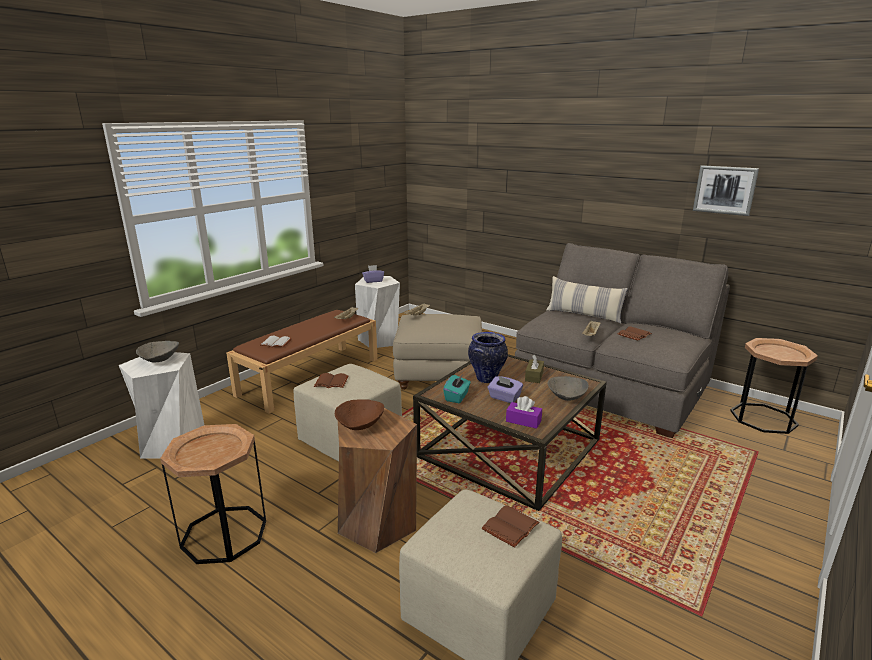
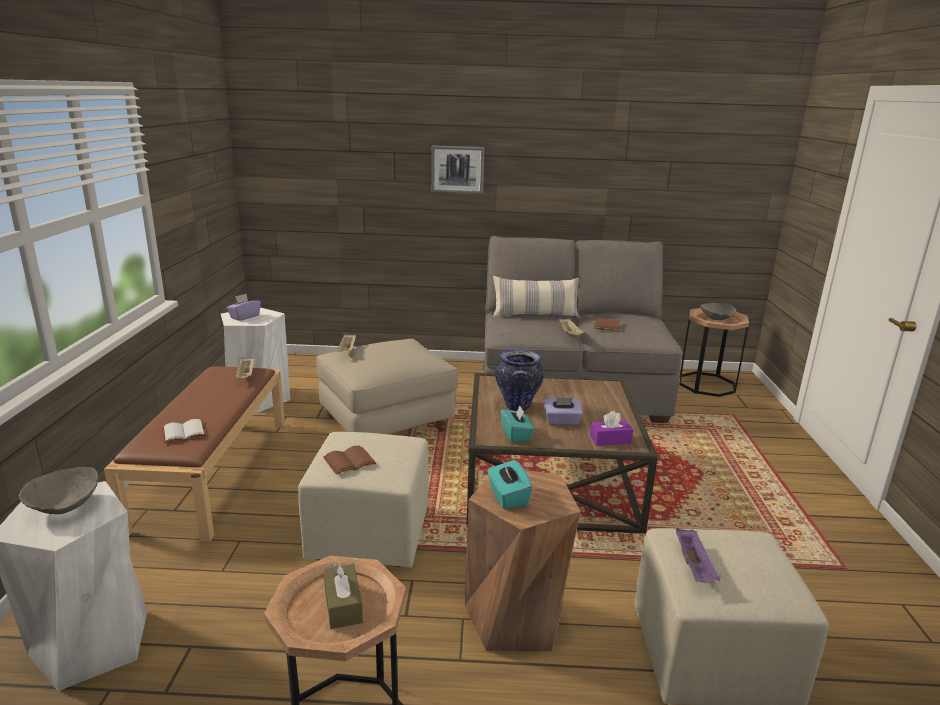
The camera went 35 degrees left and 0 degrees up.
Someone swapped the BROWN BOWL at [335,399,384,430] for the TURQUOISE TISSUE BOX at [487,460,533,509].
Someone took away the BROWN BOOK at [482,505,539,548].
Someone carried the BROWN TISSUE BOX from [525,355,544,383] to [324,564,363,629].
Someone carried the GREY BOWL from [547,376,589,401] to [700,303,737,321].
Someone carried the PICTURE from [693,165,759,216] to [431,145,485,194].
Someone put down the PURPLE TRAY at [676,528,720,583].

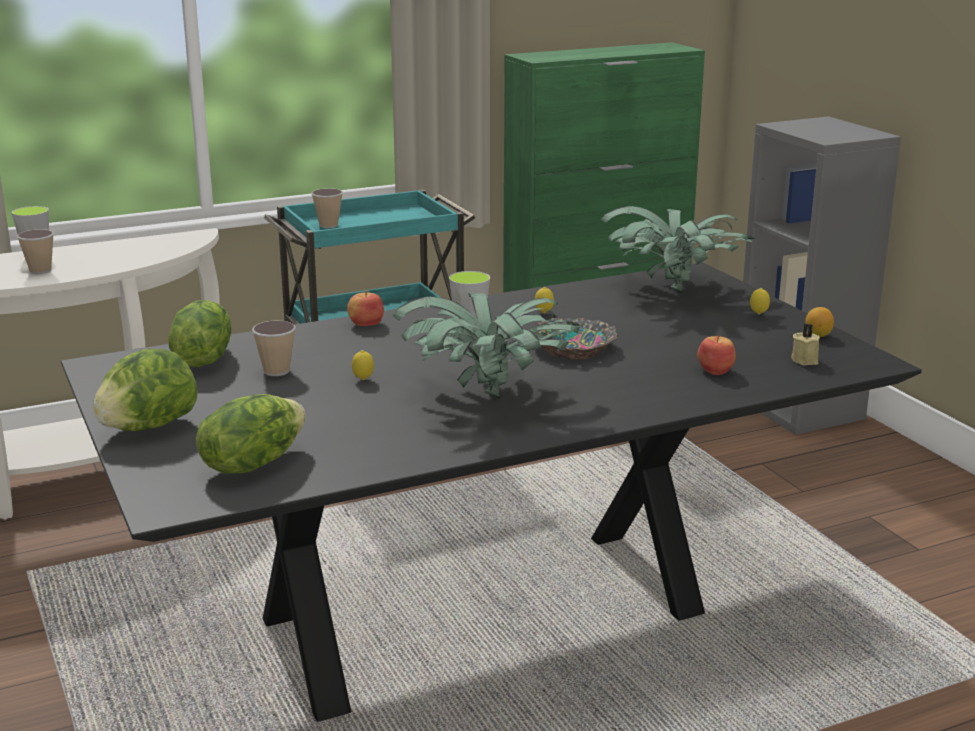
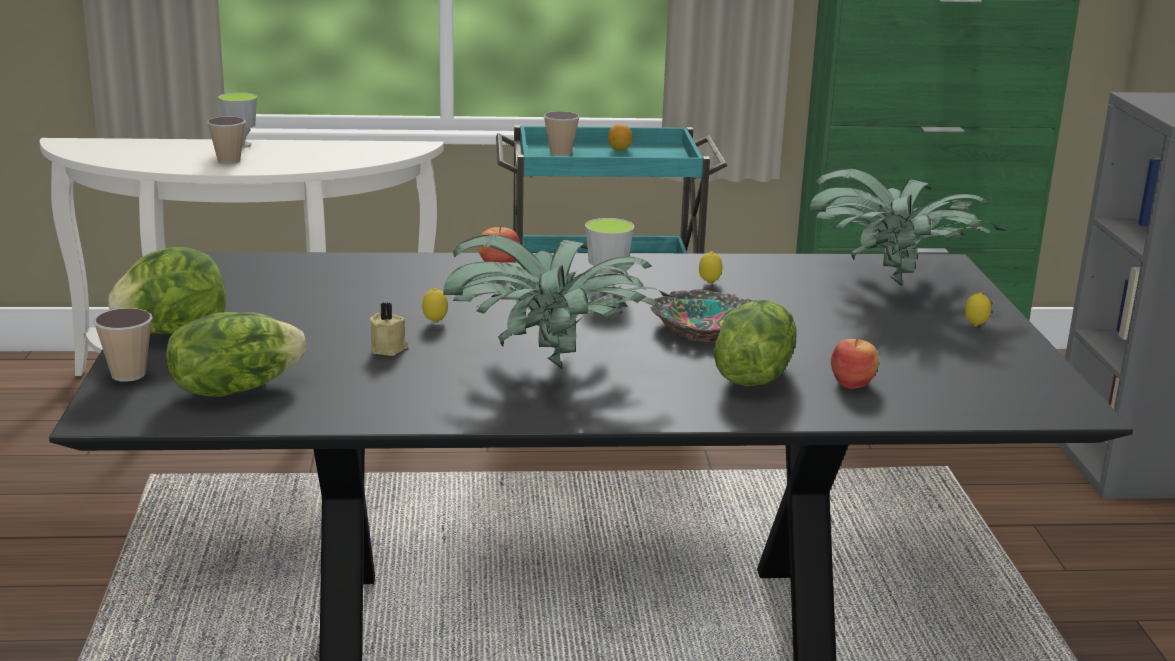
The camera went 20 degrees right and 0 degrees up.
Someone carried the LETTUCE from [168,300,231,367] to [714,299,797,386].
Someone carried the CUP from [252,321,296,376] to [93,308,152,382].
Someone carried the BEIGE CANDLE from [791,324,820,365] to [369,302,408,356].
Someone carried the LEMON from [806,307,834,337] to [608,124,632,151].

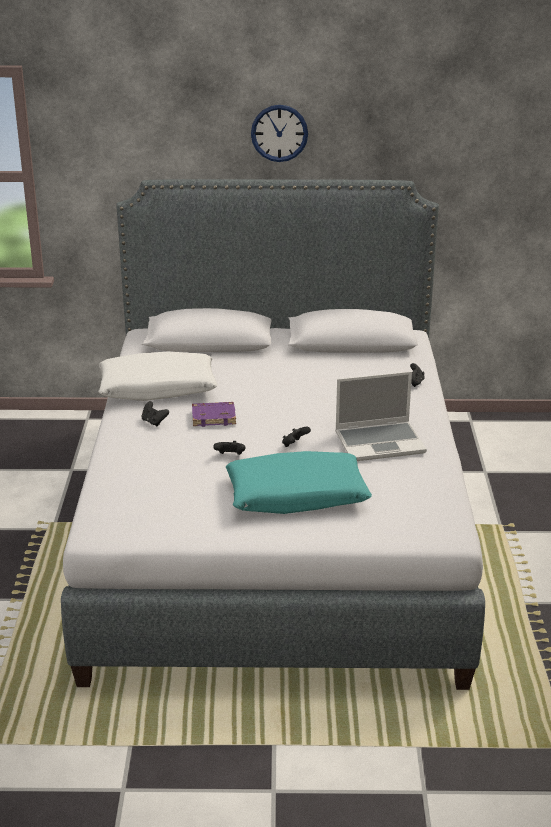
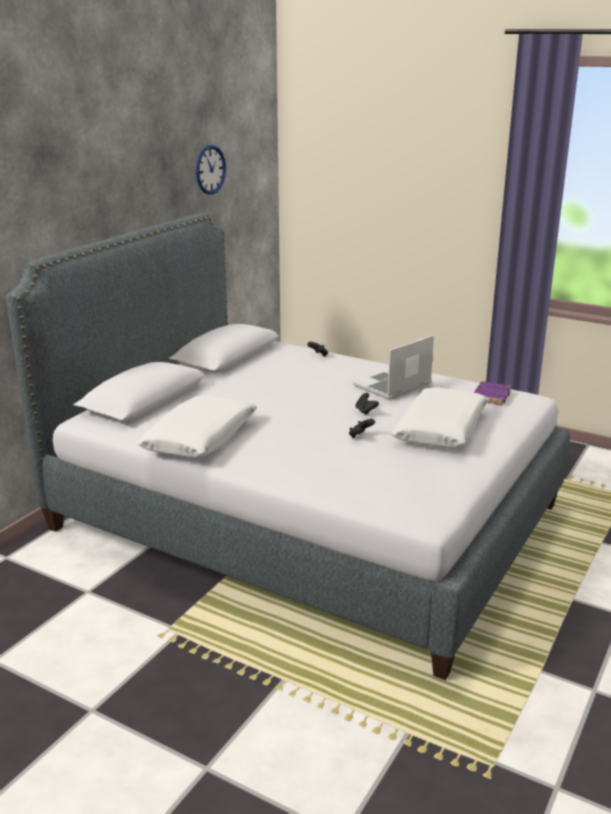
The camera went 60 degrees left and 5 degrees down.
Someone took away the BLACK GAME CONTROLLER at [142,401,169,427].
Someone carried the PURPLE BOOK from [192,402,236,427] to [474,382,511,405].
Someone repainted the TURQUOISE PILLOW at [226,451,372,514], which became the WHITE PILLOW at [391,388,489,448].
Someone carried the WALL CLOCK from [251,105,308,162] to [196,145,226,195].
Someone rotated the LAPTOP at [335,372,427,461] by 150 degrees counterclockwise.

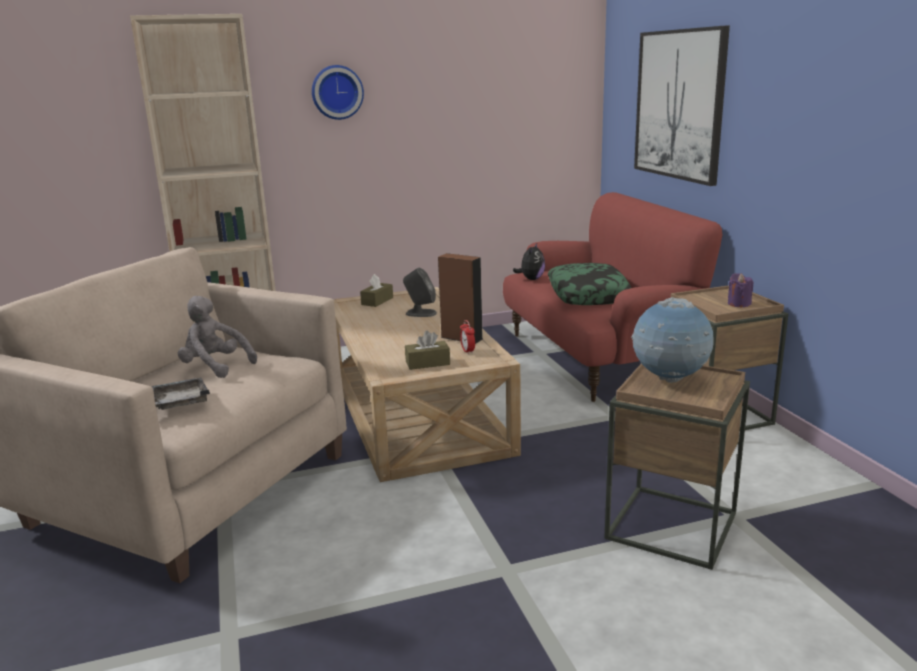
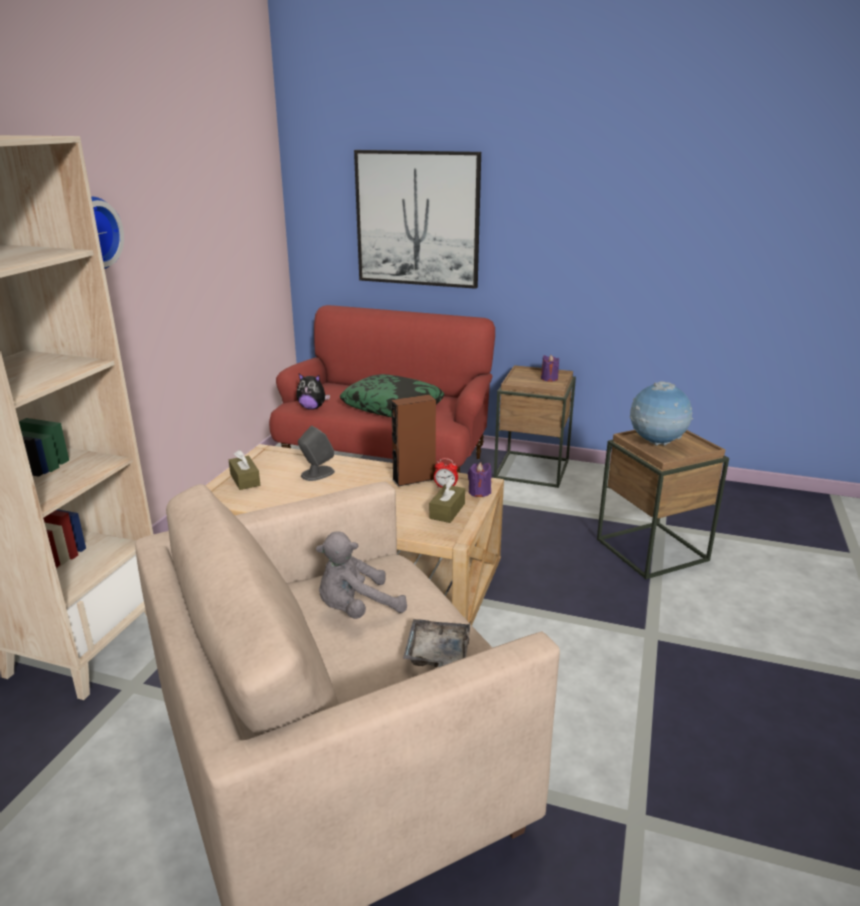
The camera went 55 degrees left and 5 degrees up.
Someone rotated the PLUSH TOY at [513,243,545,280] by 135 degrees clockwise.
Someone put down the PURPLE CANDLE at [468,462,492,497].

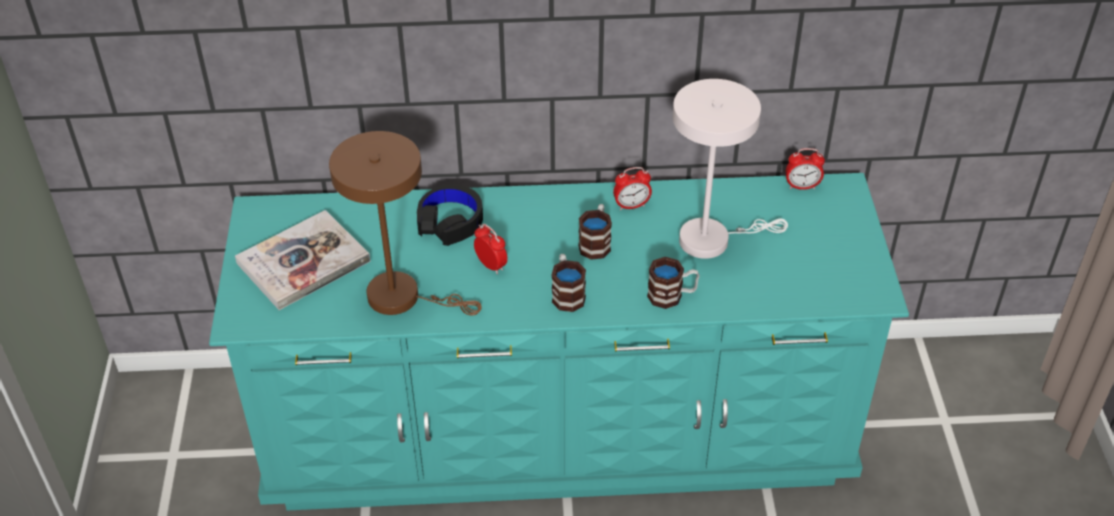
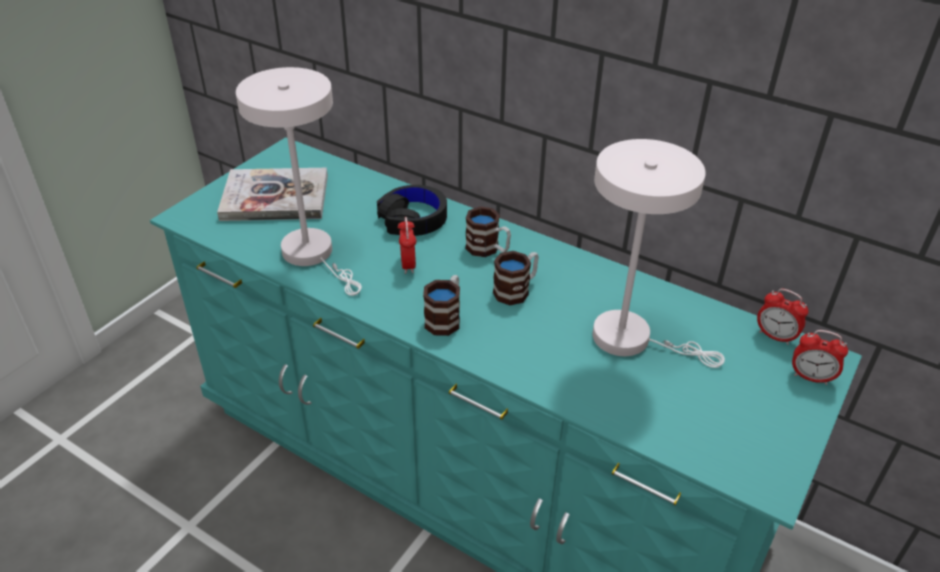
The camera went 35 degrees right and 5 degrees down.
Someone repainted the BROWN TABLE LAMP at [329,131,482,315], which became the WHITE TABLE LAMP at [236,67,362,296].
Someone carried the ALARM CLOCK from [613,167,652,210] to [792,330,848,385].
Someone carried the MUG from [647,257,700,309] to [465,206,511,257].

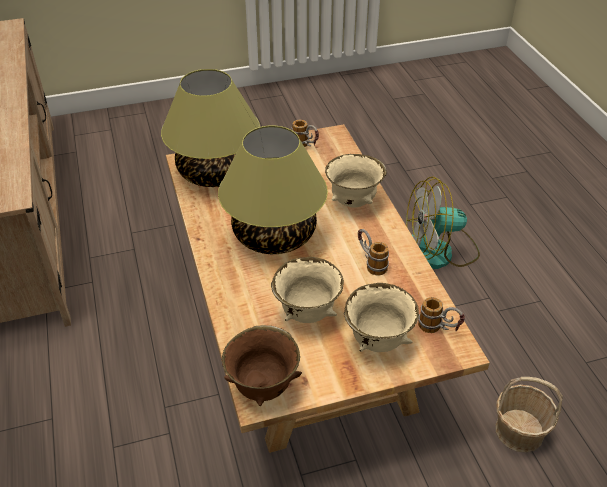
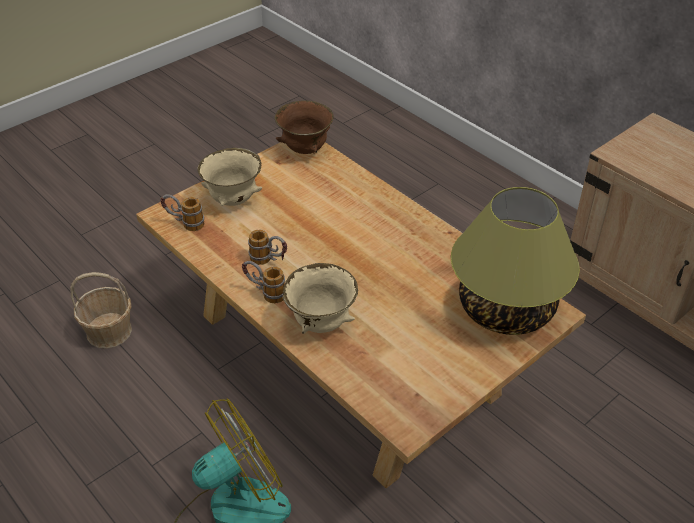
The camera went 155 degrees right and 0 degrees up.
Someone took away the TABLE LAMP at [218,125,328,254].
Someone took away the BEIGE BOWL at [271,257,344,323].
Someone carried the MUG from [292,120,319,147] to [242,261,285,303].

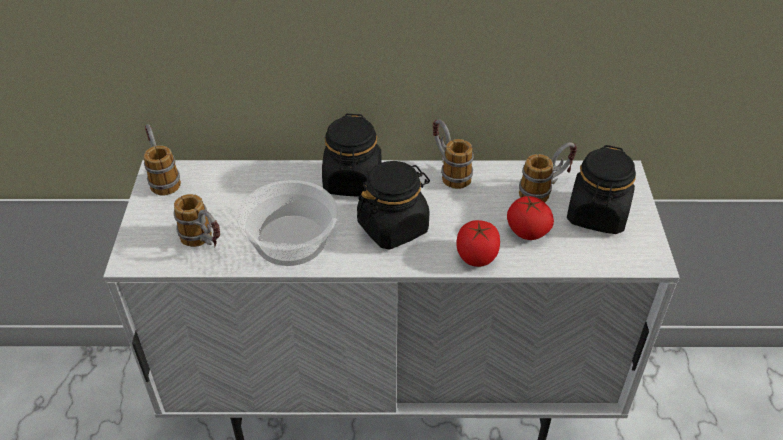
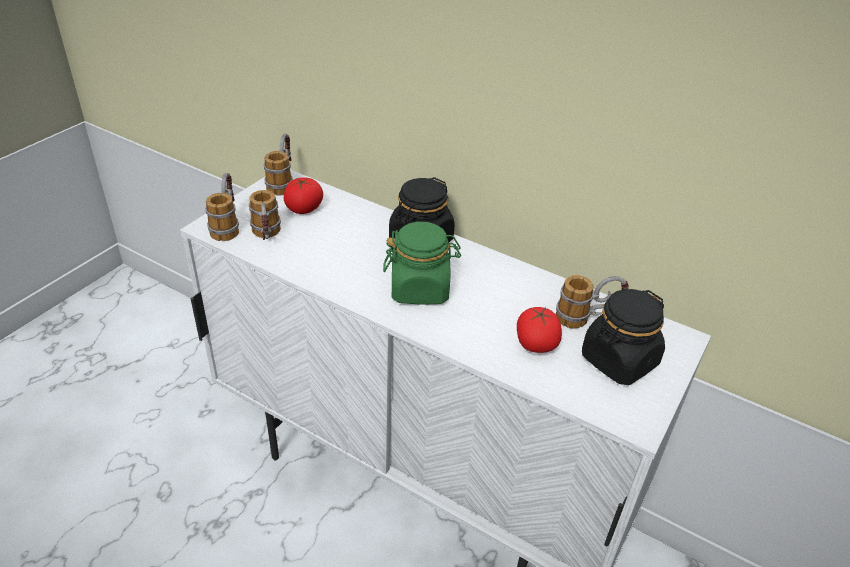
The camera went 30 degrees right and 5 degrees down.
Someone took away the BOWL at [237,180,338,266].
Someone repainted the BLACK JAR at [357,161,430,250], which became the GREEN JAR at [383,222,461,305].
Someone carried the MUG from [433,120,474,189] to [205,173,239,241].
Someone carried the TOMATO from [456,220,500,267] to [284,177,323,214].

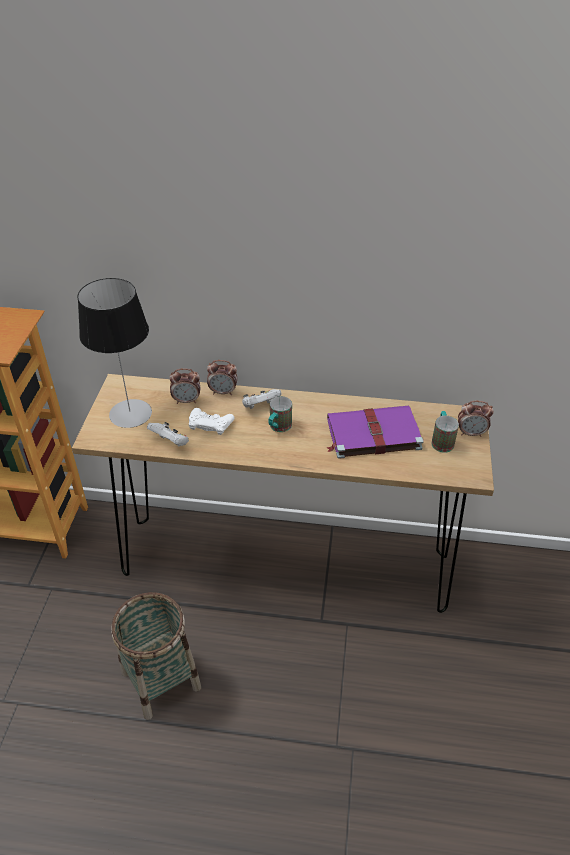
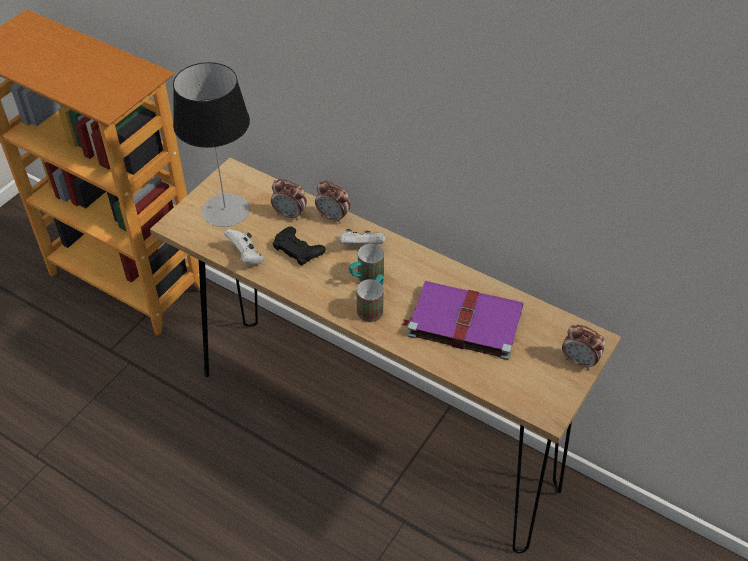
The camera went 25 degrees right and 5 degrees up.
Someone took away the BASKET at [111,592,201,720].
Someone repainted the WHITE GAME CONTROLLER at [189,408,235,435], which became the BLACK GAME CONTROLLER at [273,226,326,266].
Someone carried the MUG from [431,411,459,453] to [356,274,384,322].

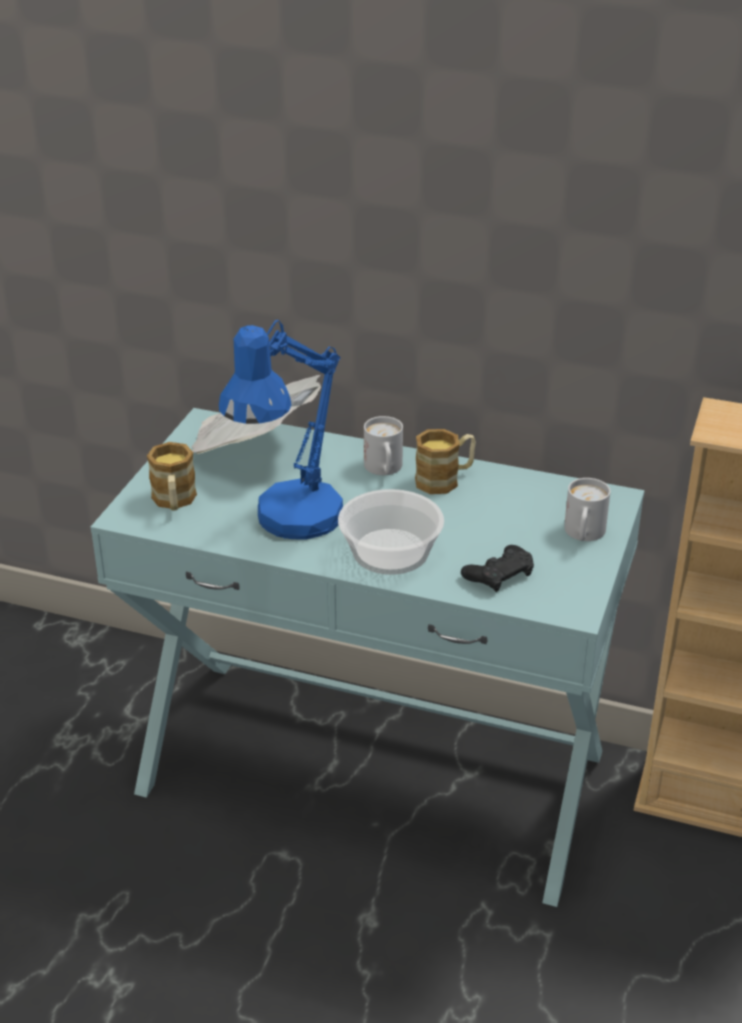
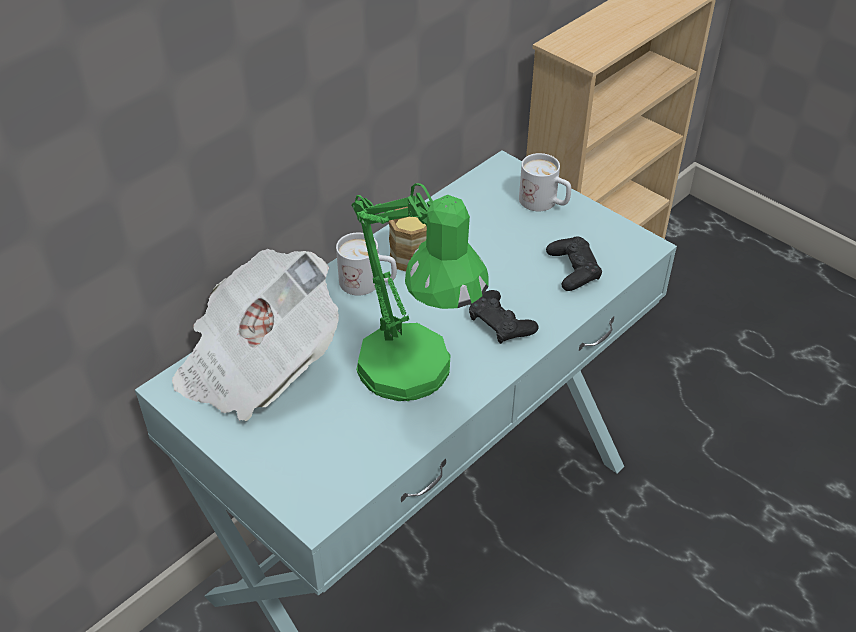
The camera went 65 degrees left and 10 degrees up.
Someone took away the MUG at [147,442,197,511].
Someone repainted the BLUE TABLE LAMP at [219,320,343,540], which became the GREEN TABLE LAMP at [352,183,489,401].
Someone swapped the BOWL at [338,489,444,575] for the BLACK GAME CONTROLLER at [469,290,539,344].

